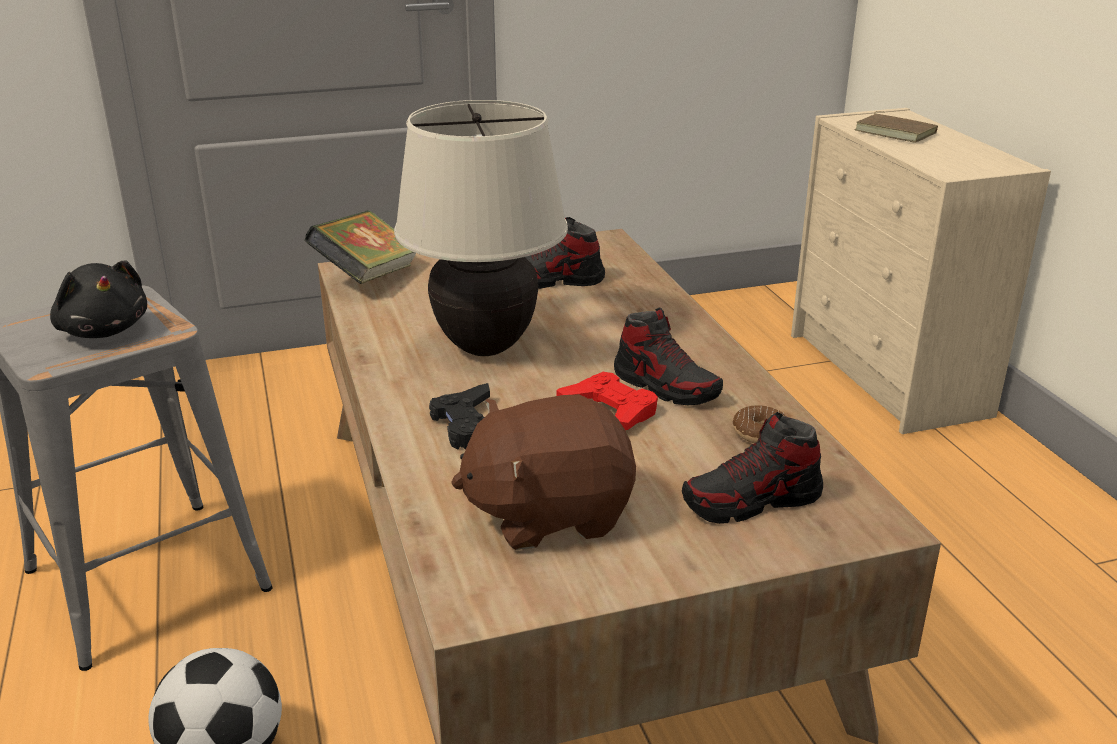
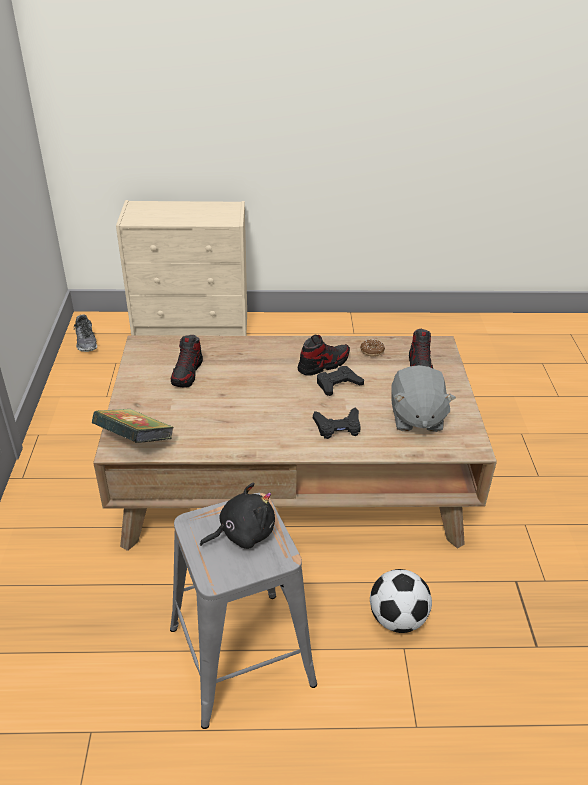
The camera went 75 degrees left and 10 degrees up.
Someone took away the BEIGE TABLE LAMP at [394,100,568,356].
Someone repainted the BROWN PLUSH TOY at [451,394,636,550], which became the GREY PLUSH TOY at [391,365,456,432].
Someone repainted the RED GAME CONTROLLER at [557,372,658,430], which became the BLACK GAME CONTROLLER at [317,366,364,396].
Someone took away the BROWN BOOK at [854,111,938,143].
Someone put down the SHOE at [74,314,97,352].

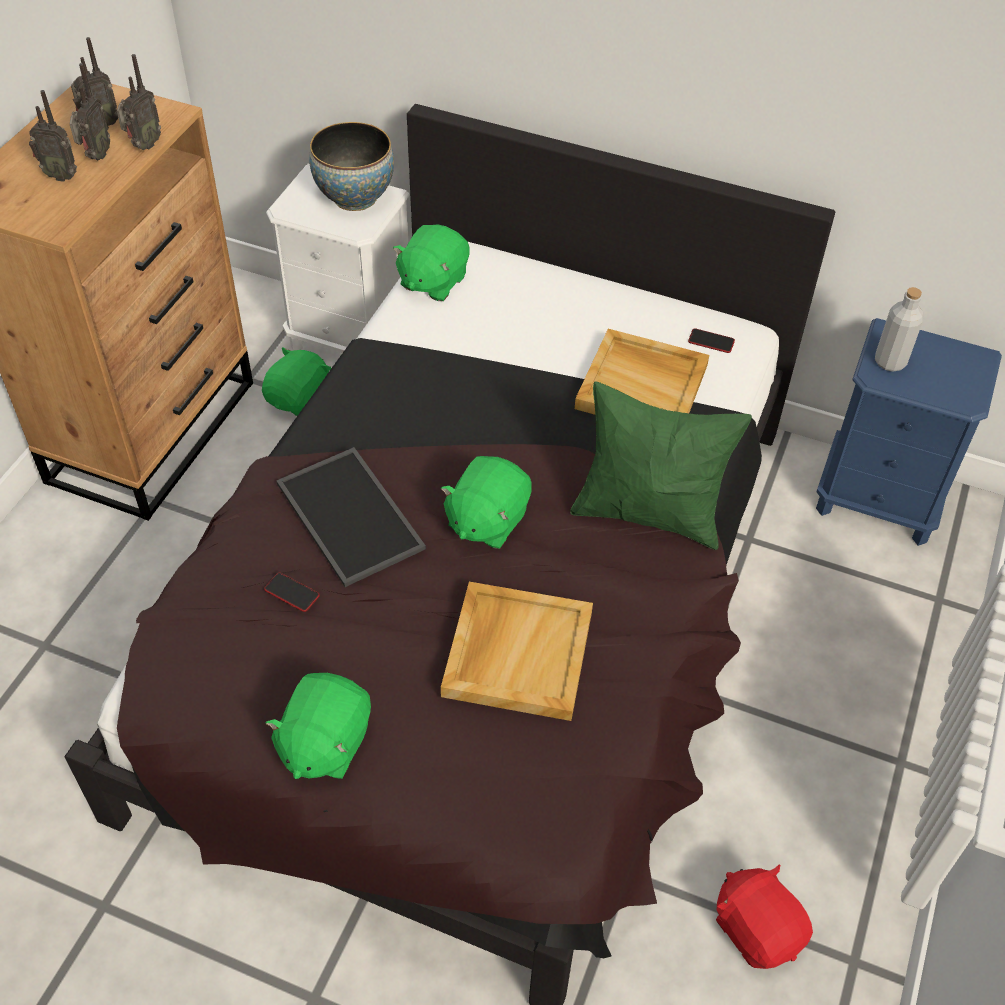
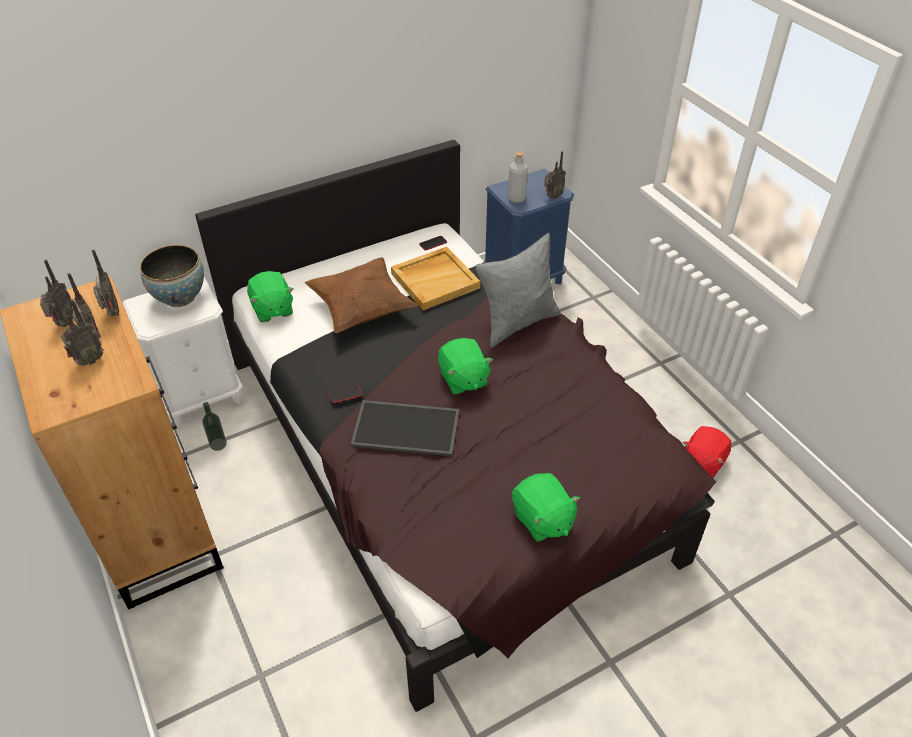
The camera went 50 degrees left and 5 degrees down.
Someone swapped the GREEN PLUSH TOY at [262,347,331,416] for the BOTTLE at [202,402,227,451].
Someone carried the PHONE from [264,573,320,612] to [329,385,363,403].
Someone took away the BEIGE TRAY at [441,582,593,721].
Someone repainted the GREEN PILLOW at [570,381,752,550], which became the GREY PILLOW at [475,233,561,348].
Someone rotated the RED PLUSH TOY at [716,865,813,969] by 60 degrees counterclockwise.
Someone put down the BROWN PILLOW at [305,257,418,333].
Someone put down the RADIO at [544,151,566,199].

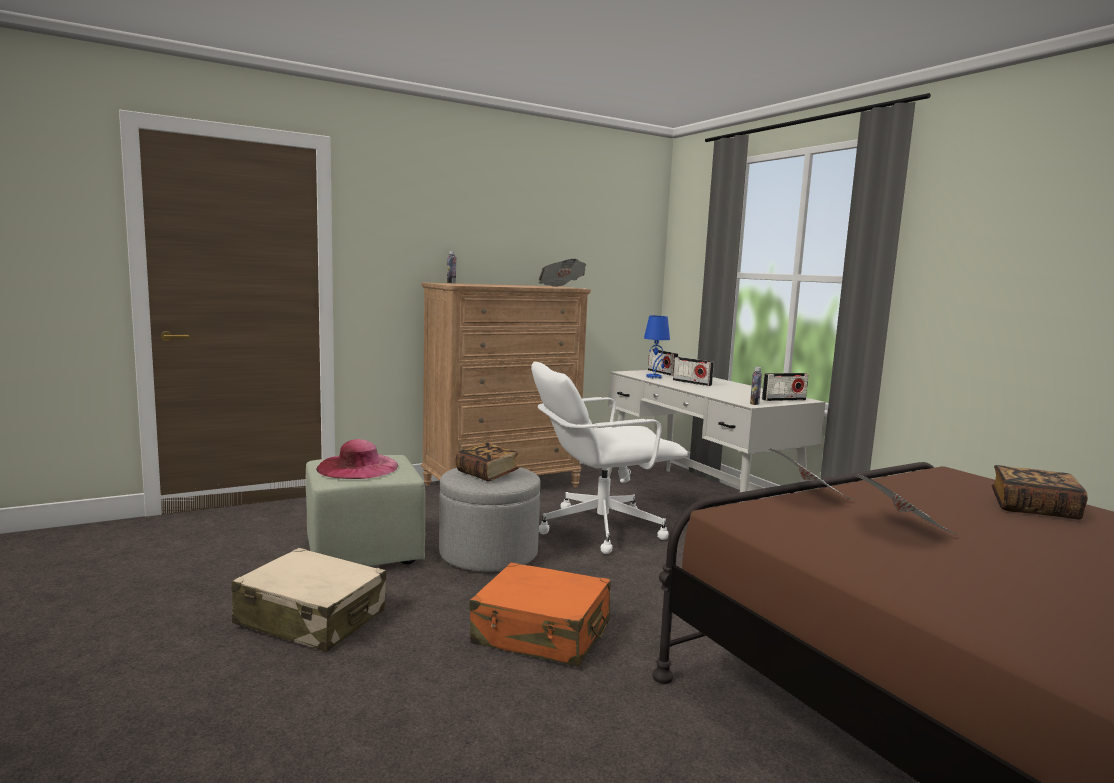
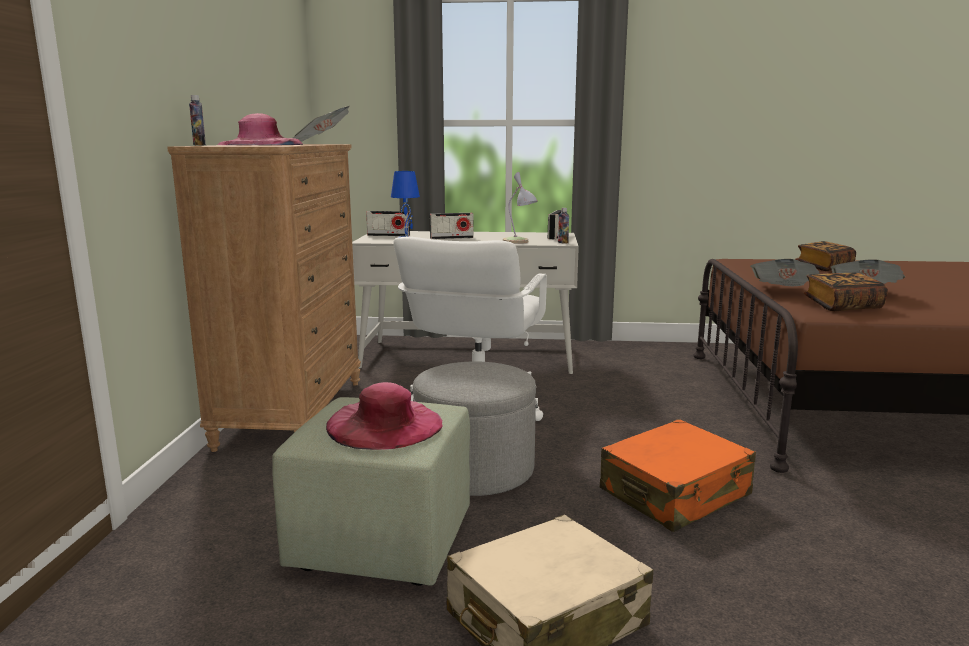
The camera went 55 degrees left and 5 degrees up.
Someone carried the BOOK from [456,443,519,482] to [804,272,888,311].
Someone put down the PINK HAT at [218,113,303,145].
Someone put down the TABLE LAMP at [503,172,538,244].

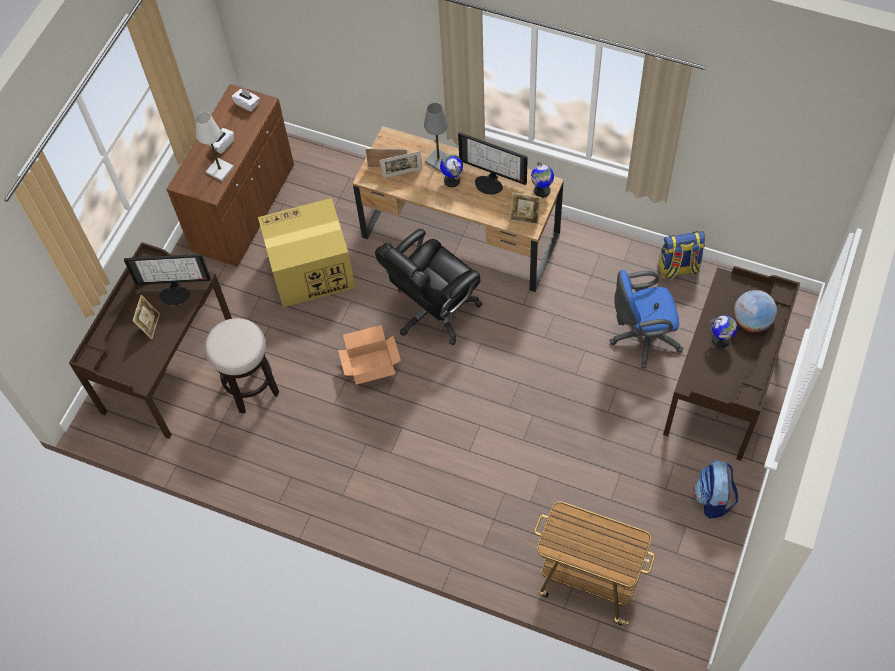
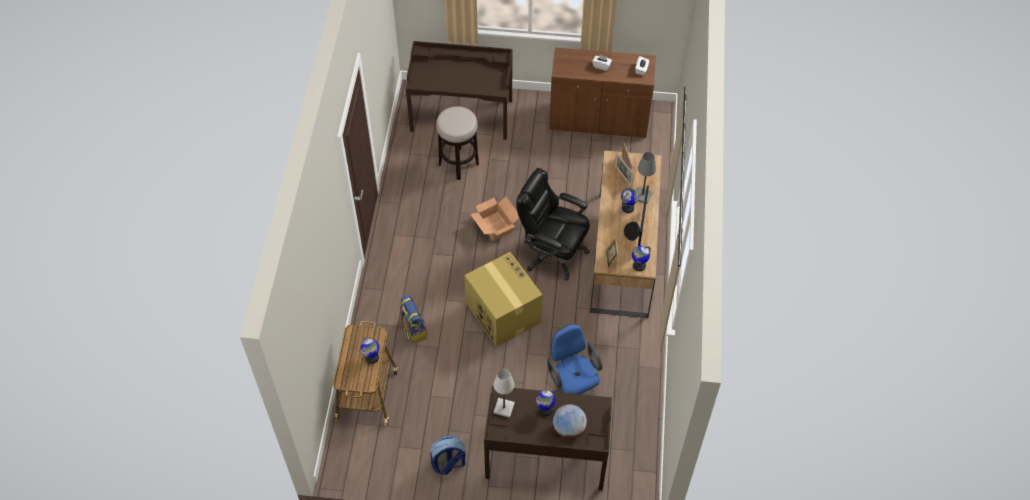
The camera went 70 degrees right and 5 degrees down.
Someone took away the MONITOR at [124,254,211,305].
Someone took away the PICTURE FRAME at [132,295,160,339].
Someone carried the WHITE TABLE LAMP from [195,112,234,181] to [494,369,515,418].
Someone carried the CARDBOARD BOX from [258,198,355,307] to [464,252,543,347].
Someone carried the BACKPACK from [659,231,705,280] to [399,295,427,344].
Someone put down the GLOBE at [361,337,380,364].

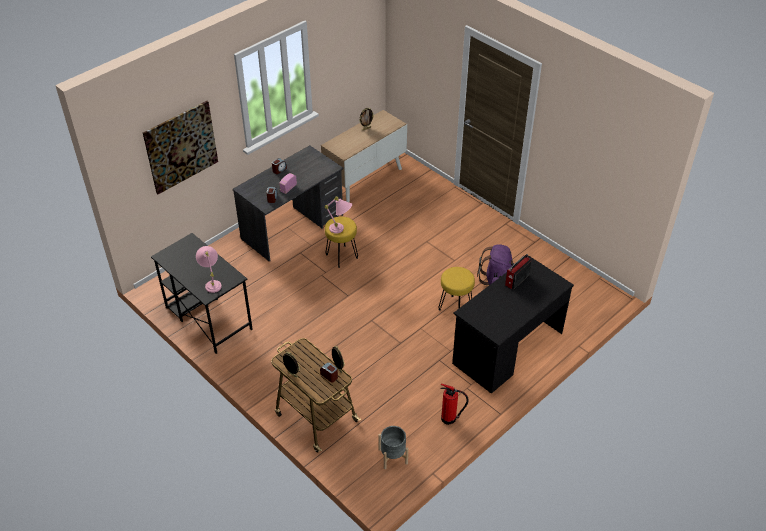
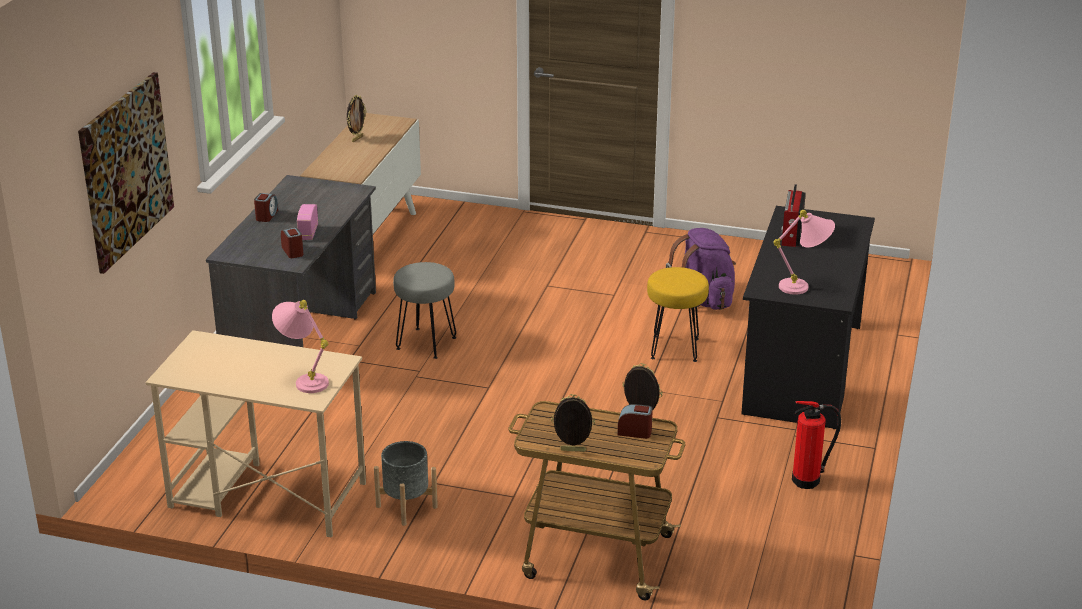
The camera went 30 degrees left and 15 degrees down.
Someone repainted the BLACK DESK at [151,233,253,354], which became the BEIGE DESK at [146,330,366,538].
Someone carried the PINK TABLE LAMP from [325,196,352,234] to [773,210,835,295].
Someone repainted the YELLOW STOOL at [325,216,358,268], which became the GREY STOOL at [393,262,456,359].
Someone carried the GREY PLANTER from [378,426,408,469] to [374,441,438,526].

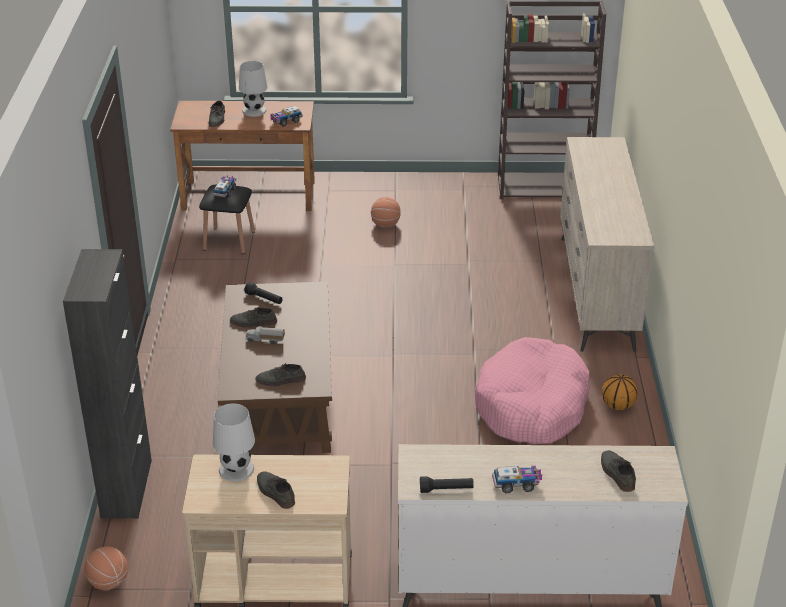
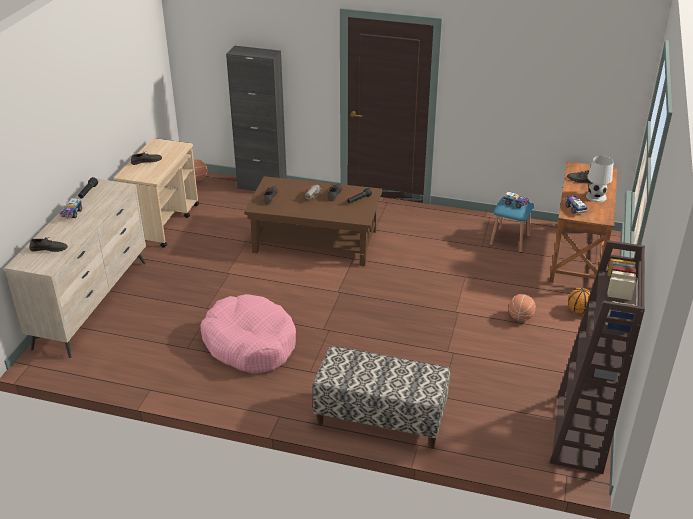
The camera went 105 degrees right and 0 degrees up.
Someone repainted the BLACK STOOL at [199,185,255,254], which became the BLUE STOOL at [490,197,534,253].
Someone took away the WHITE TABLE LAMP at [213,403,255,482].
Someone swapped the BEIGE DRESSER at [560,137,654,352] for the BENCH at [313,346,450,448].
Someone carried the BASKETBALL from [602,374,638,410] to [568,288,591,314].

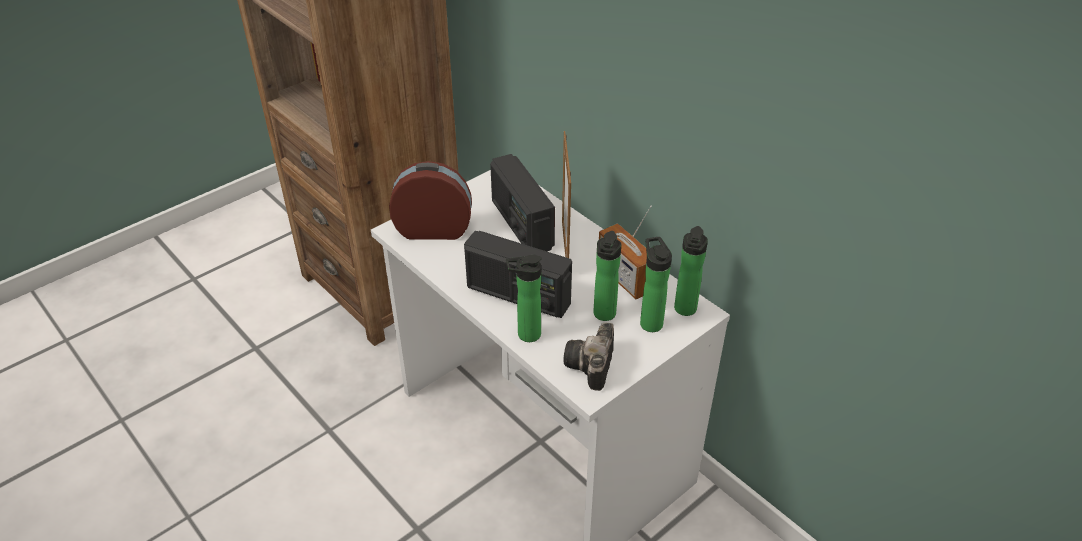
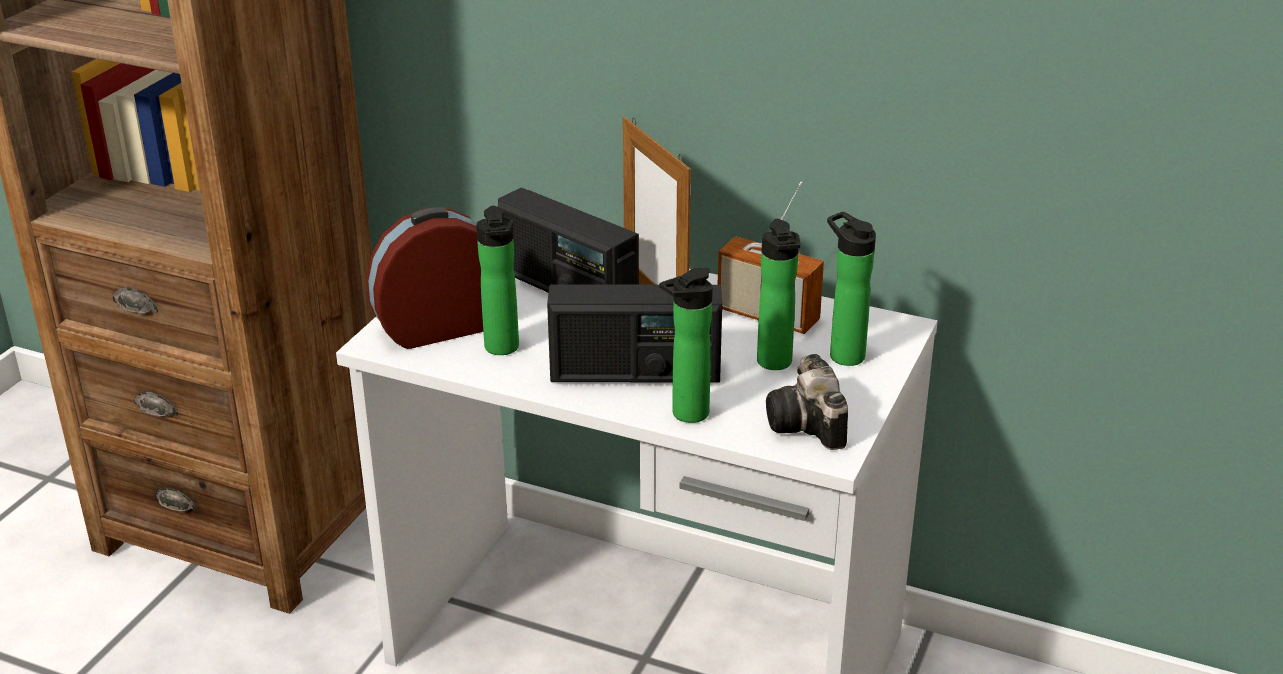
The camera went 25 degrees left and 10 degrees down.
Someone carried the BOTTLE from [674,226,708,316] to [476,206,519,355].

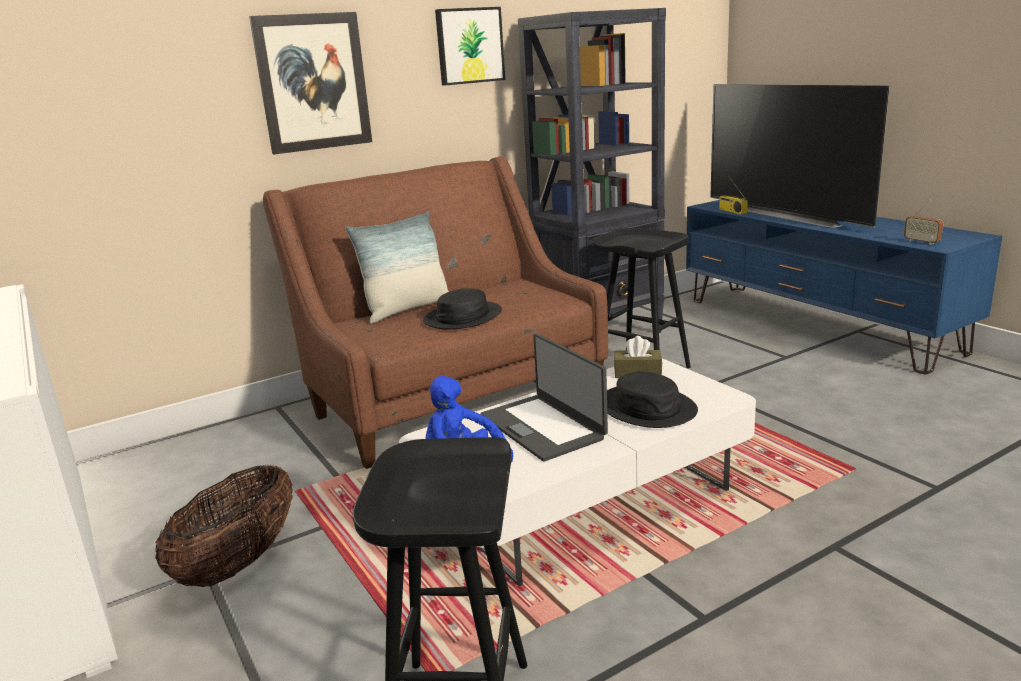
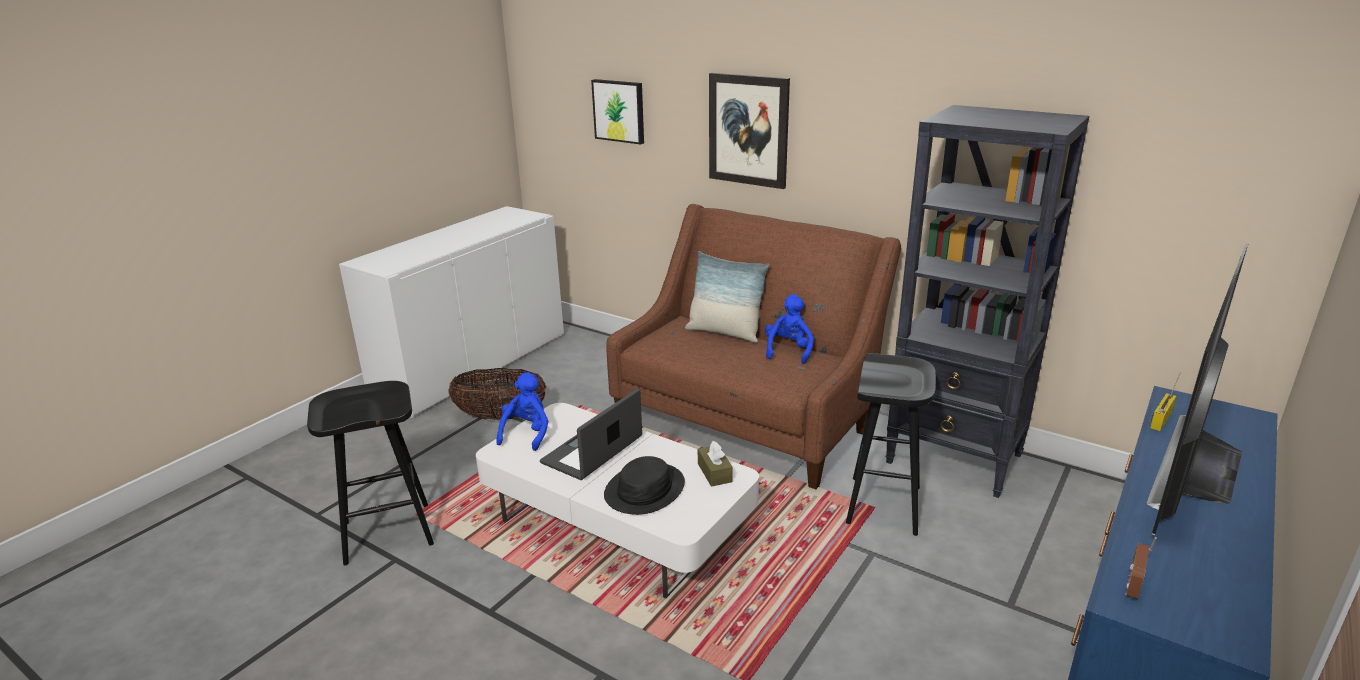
The camera went 65 degrees right and 5 degrees up.
Someone took away the BLACK HAT at [423,288,502,330].
Someone carried the PICTURE from [435,7,505,85] to [591,79,644,145].
Someone put down the BLUE PLUSH TOY at [765,294,814,364].

